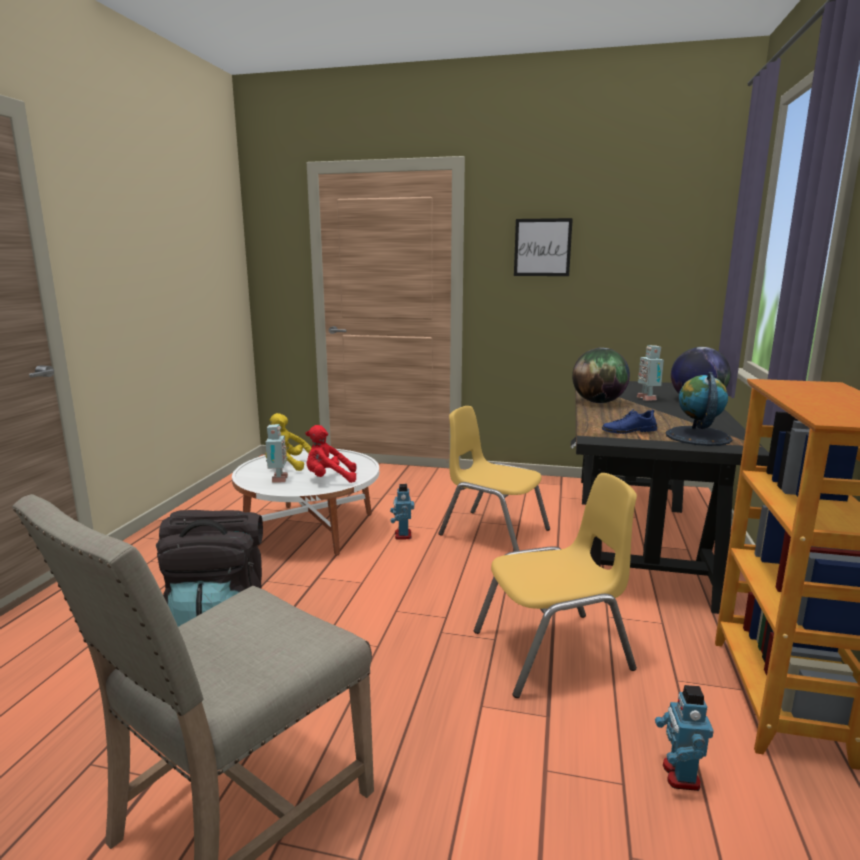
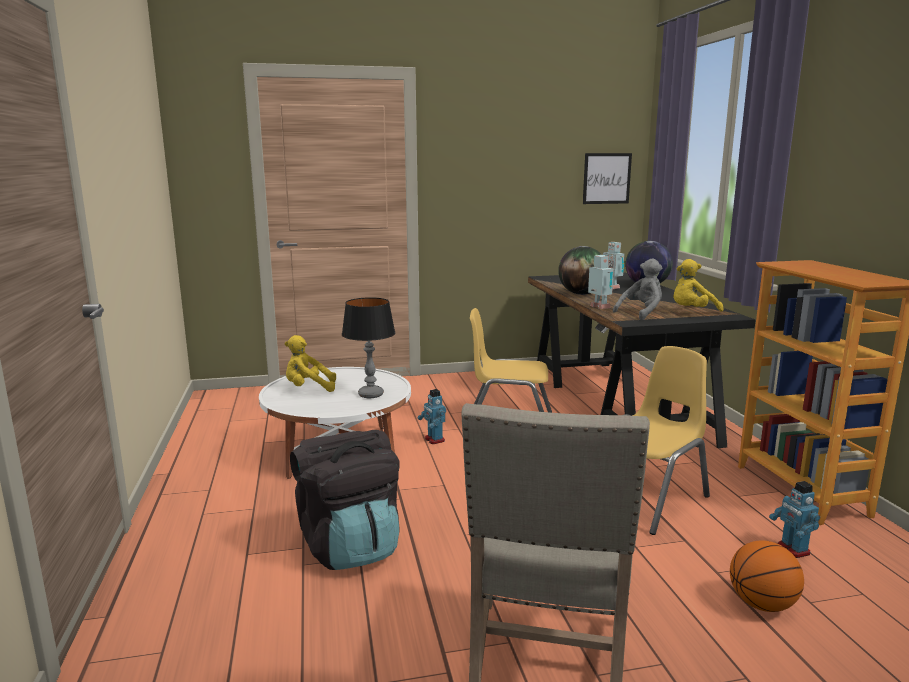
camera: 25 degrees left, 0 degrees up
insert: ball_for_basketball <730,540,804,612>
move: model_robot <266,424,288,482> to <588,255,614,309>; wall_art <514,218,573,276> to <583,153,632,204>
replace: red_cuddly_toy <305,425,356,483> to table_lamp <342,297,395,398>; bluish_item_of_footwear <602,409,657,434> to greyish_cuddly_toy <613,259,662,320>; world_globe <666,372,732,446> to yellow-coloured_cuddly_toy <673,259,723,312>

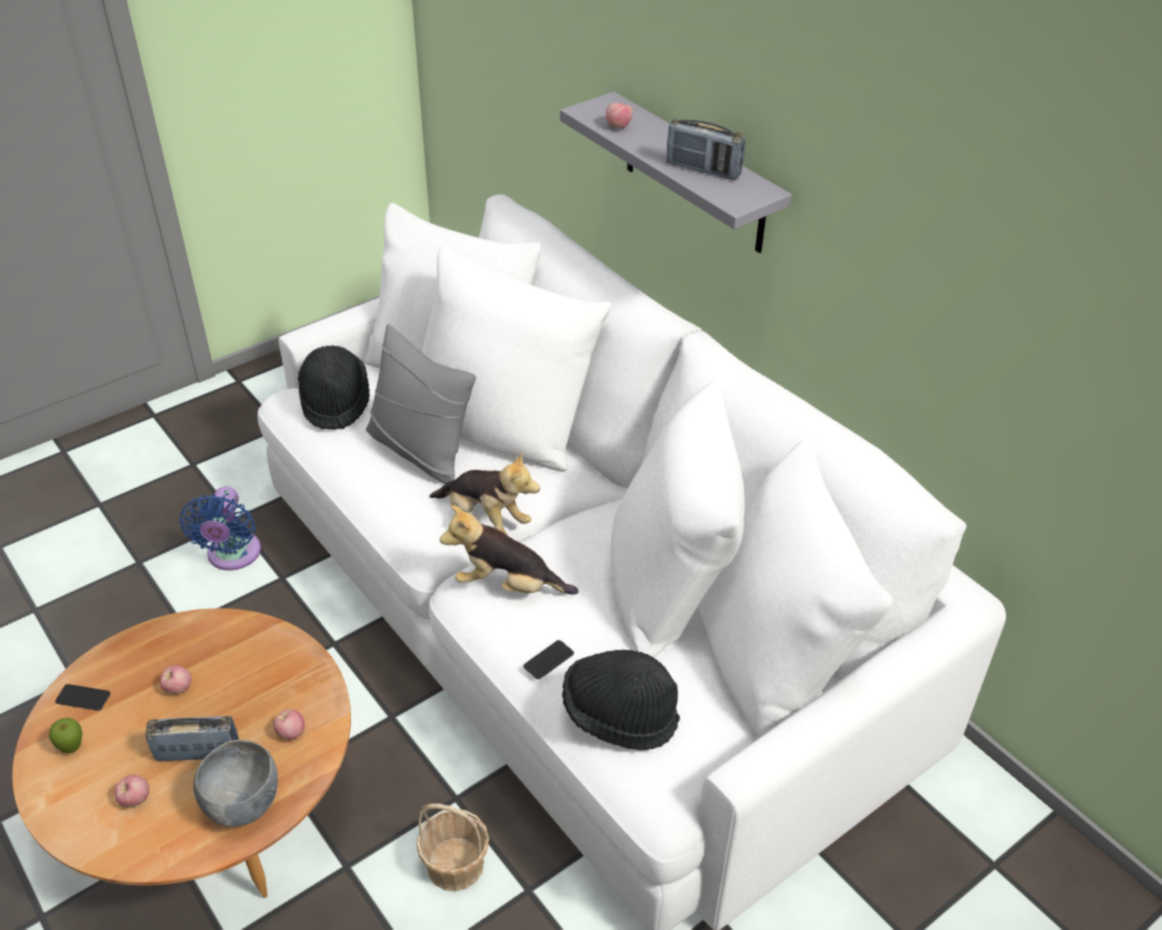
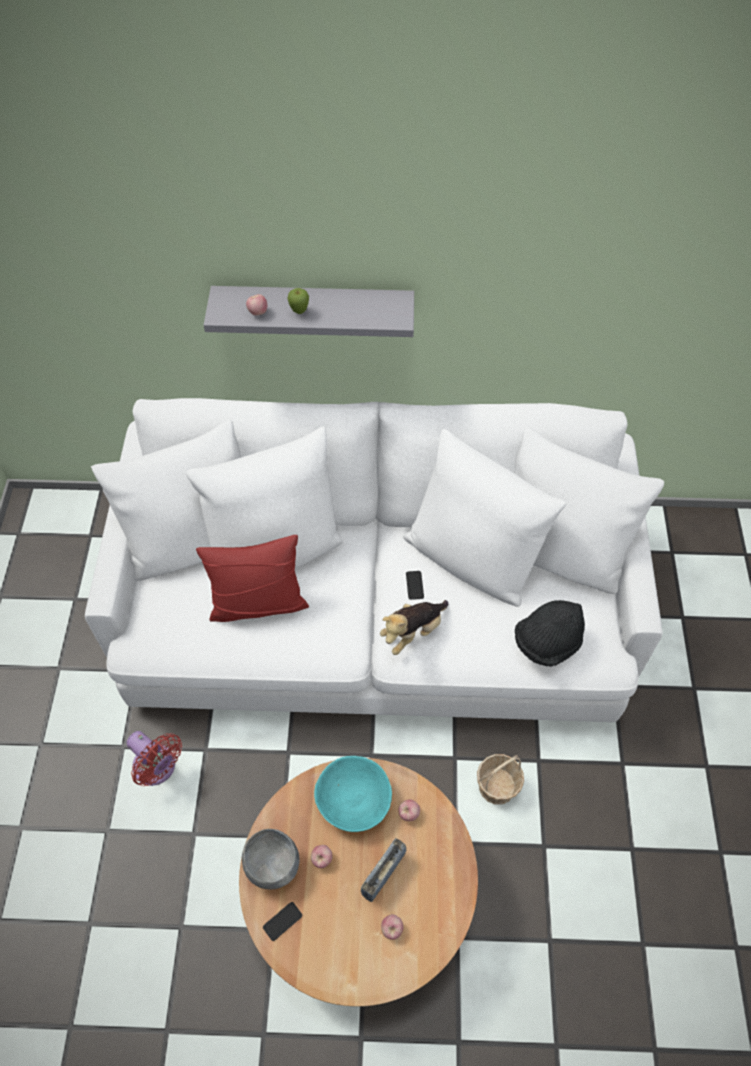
camera: 50 degrees left, 15 degrees up
delete: black_hat <298,346,370,430>; cuddly_toy <429,452,540,536>; radio <666,118,746,180>
insert: turquoise-coloured_serving_bowl <314,756,392,832>
move: apple_fruit <49,718,82,754> to <287,288,309,314>; greyish_serving_bowl <193,740,278,827> to <242,829,300,890>; handset <523,640,574,679> to <406,571,424,600>
recolor: bluish_cooling_fan <179,487,261,570> to red_cooling_fan <127,731,182,786>; greyish_pillow <366,324,476,484> to red_pillow <196,535,309,622>

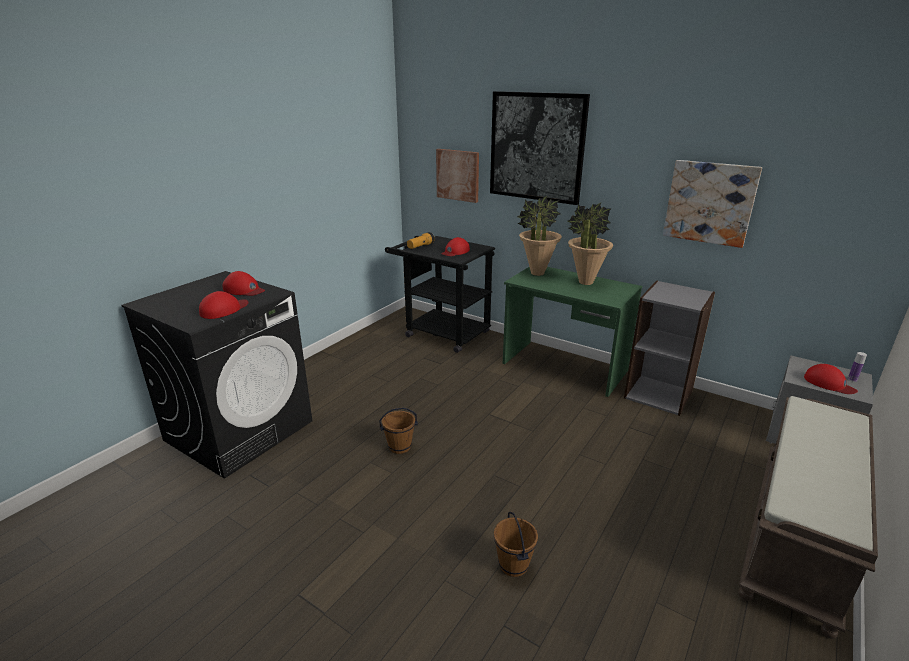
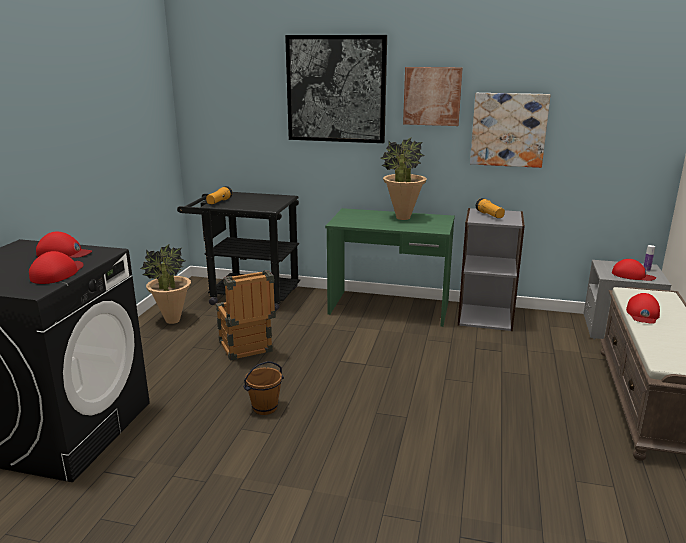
camera: 20 degrees left, 5 degrees down
delete: brownish_water_bucket <494,511,538,577>
insert: shipping_crate <216,270,276,361>; torch <476,198,505,218>
move: wall_art <436,149,479,203> to <403,67,463,126>; red_cap <442,237,470,256> to <626,293,660,324>; potted_plant <517,195,562,276> to <140,244,191,324>

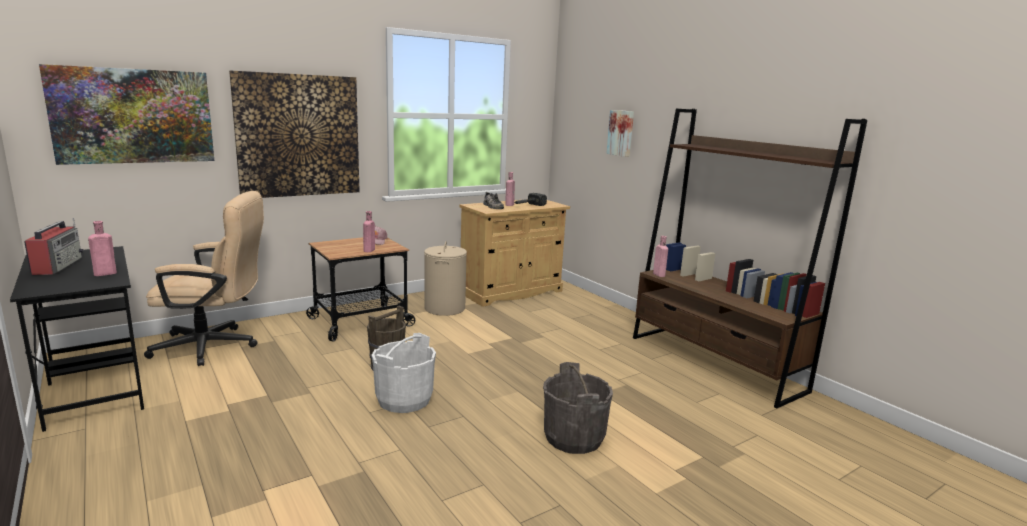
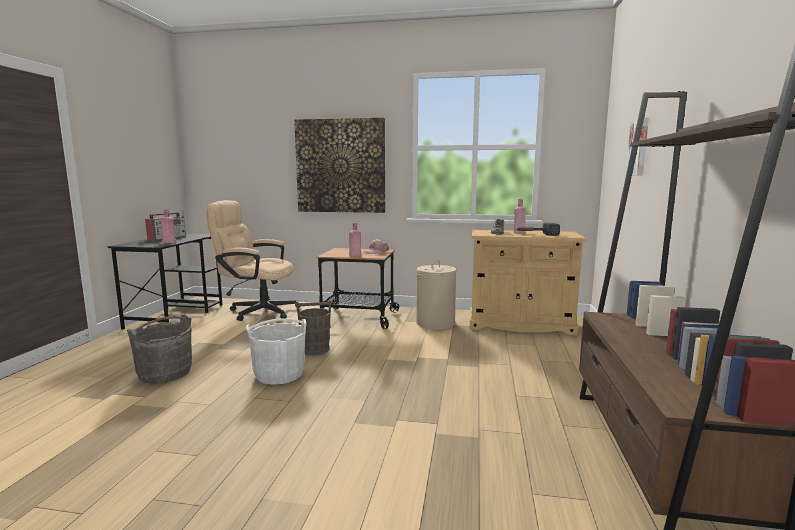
camera: 45 degrees right, 5 degrees down
delete: wall_art <39,64,214,165>; pinkish_beverage_bottle <653,236,668,277>
move: greyish_water_bucket <543,362,613,454> to <127,315,192,384>
rotate: beige-coloured_computer_chair <144,191,264,366> = <206,200,301,321> 150 degrees clockwise

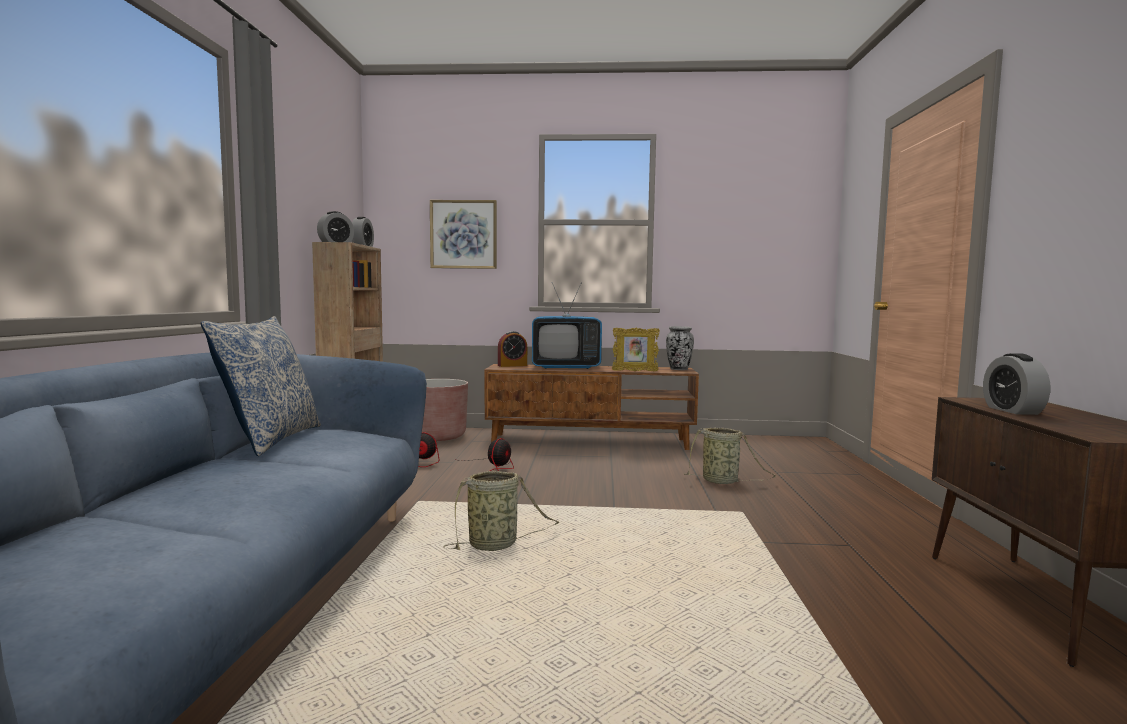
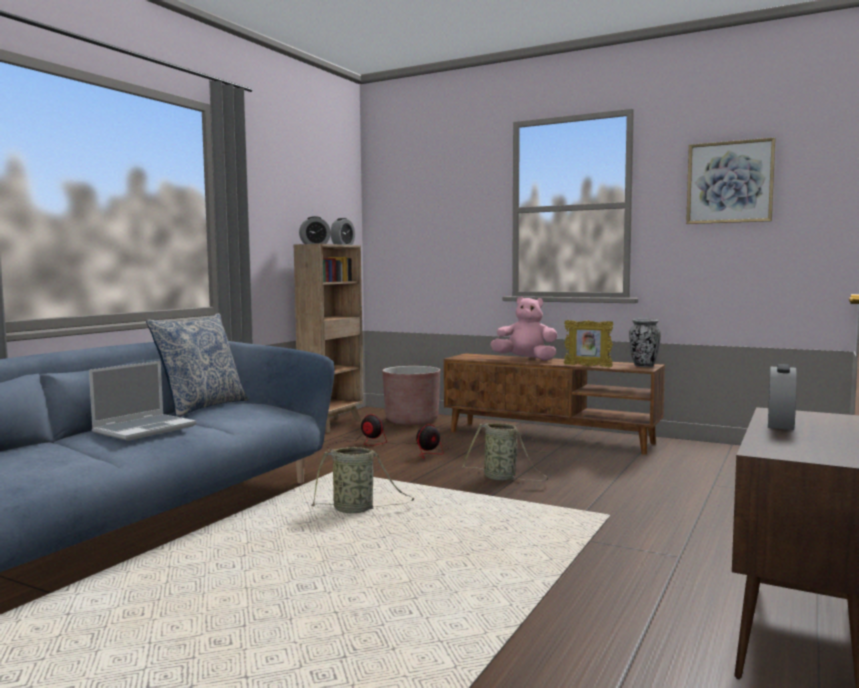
camera: 25 degrees right, 0 degrees up
delete: table_clock <498,331,527,367>
insert: laptop <89,361,196,441>
move: wall_art <430,200,497,269> to <686,137,776,224>; storage_basket <683,427,776,484> to <462,423,548,481>
replace: TV_set <532,282,602,369> to pinkish_cuddly_toy <490,296,558,361>

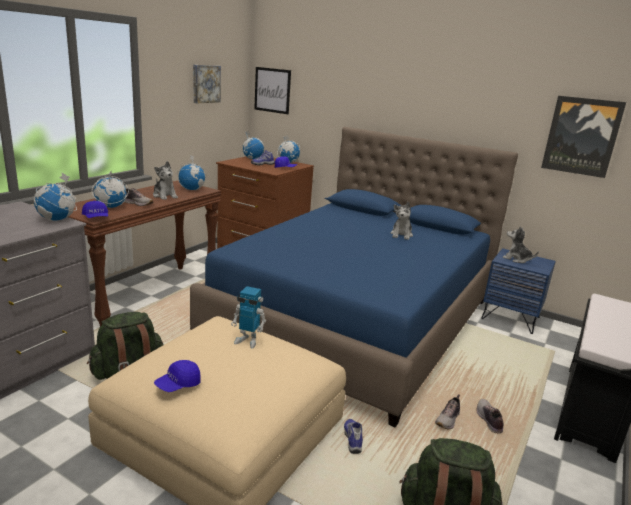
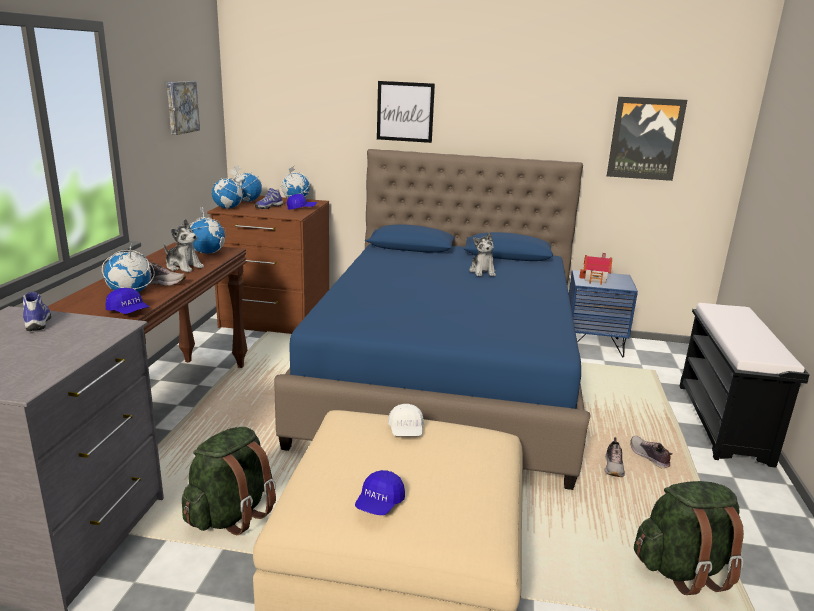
camera: 20 degrees left, 0 degrees up
move: world_globe <34,172,77,221> to <212,169,244,209>; wall_art <254,67,291,114> to <377,81,435,143>; item_of_footwear <344,419,363,454> to <23,292,51,331>
replace: model_robot <231,286,266,348> to white-coloured_cap <388,404,424,436>; cuddly_toy <503,226,539,263> to toy_house <579,253,612,285>

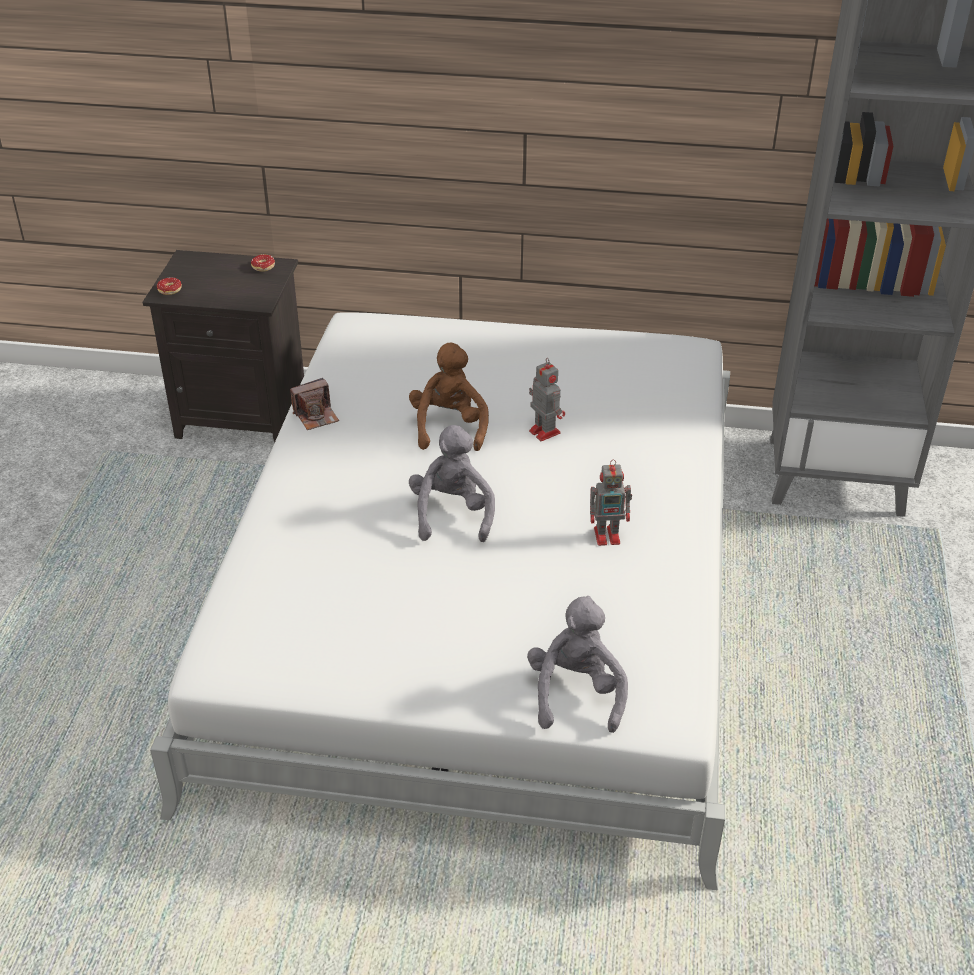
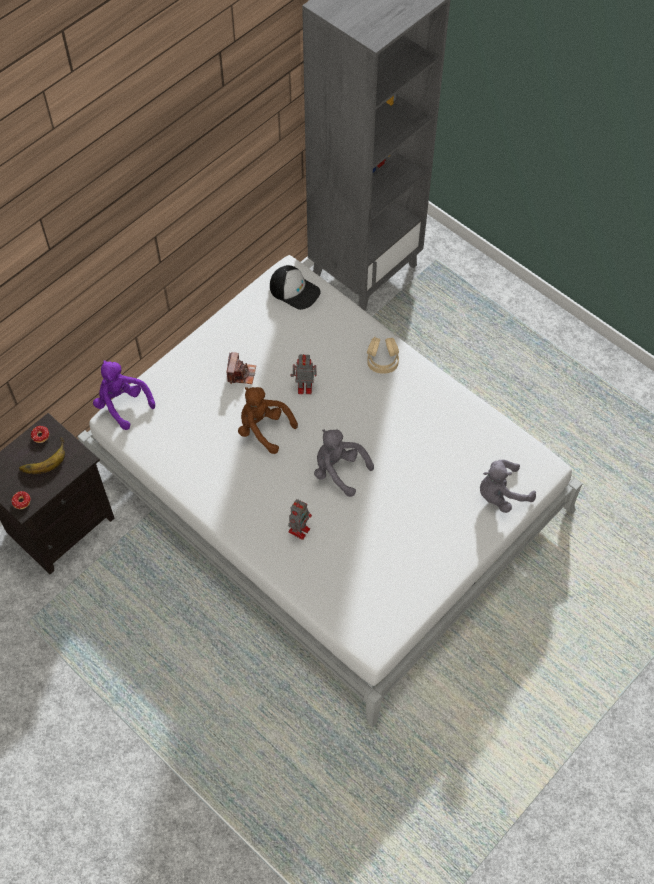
camera: 55 degrees left, 20 degrees up
insert: banana <19,438,65,474>; purple_cuddly_toy <93,360,155,430>; cap <270,265,321,310>; beige-coloured_pair_of_headphones <367,337,399,374>
move: still_camera <290,378,339,430> to <227,352,256,384>; model_robot <590,459,632,546> to <288,499,312,540>
rotate: greyish_cuddly_toy <527,596,628,733> = <480,460,536,513> 60 degrees counterclockwise

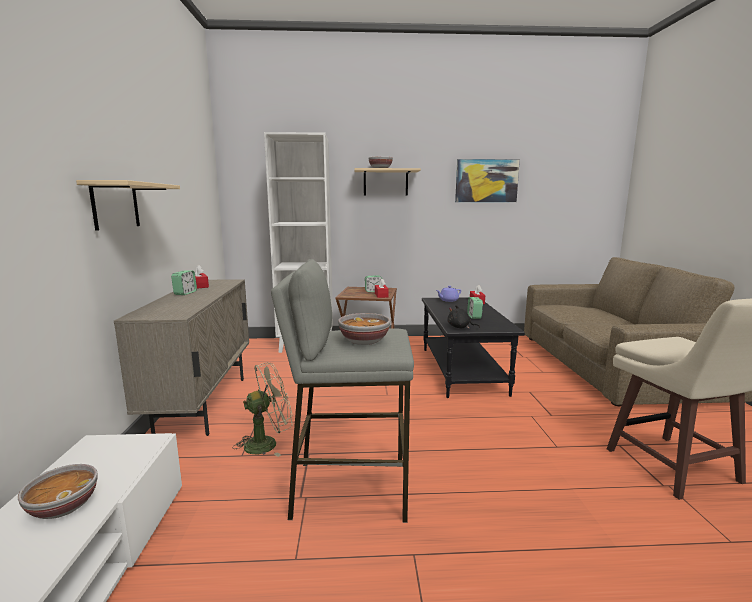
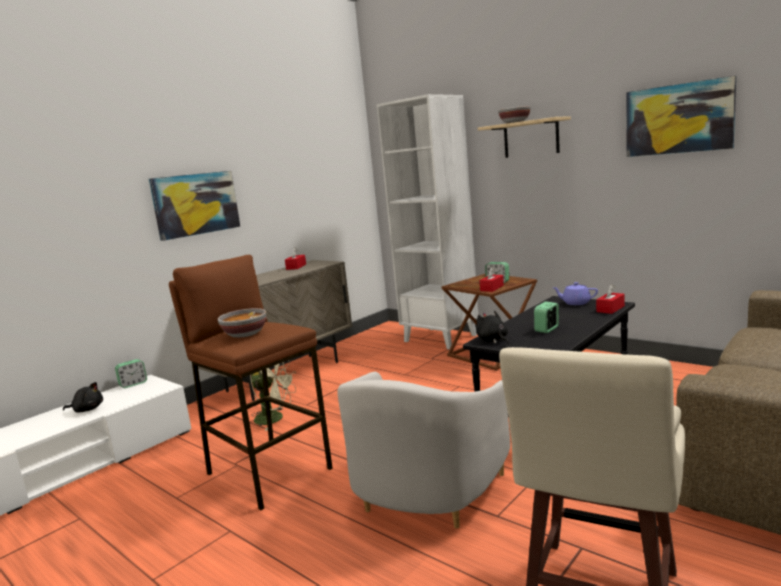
camera: 45 degrees right, 0 degrees up
insert: white-coloured_armchair <337,372,510,528>
move: table_clock <171,270,197,295> to <115,359,147,388>
replace: serving_bowl <18,464,98,519> to black_cuddly_toy <63,382,103,413>; beige-coloured_wall_shelf <76,180,180,231> to wall_art <149,171,240,241>
recolor: greyish_stool <271,259,414,523> to brownish_stool <169,255,333,510>

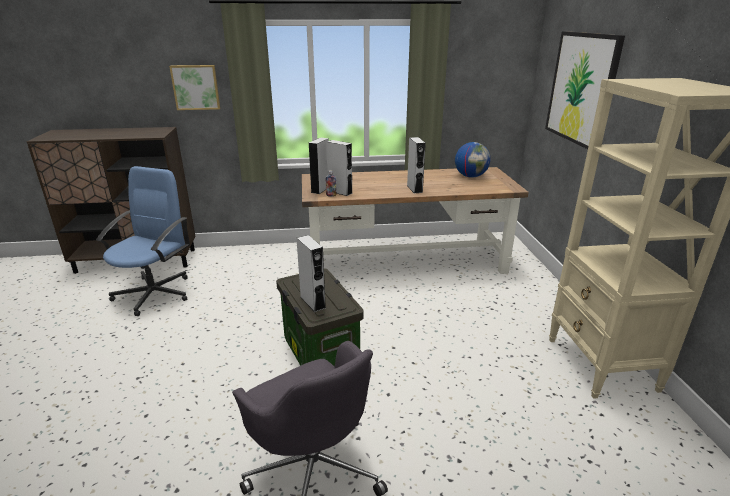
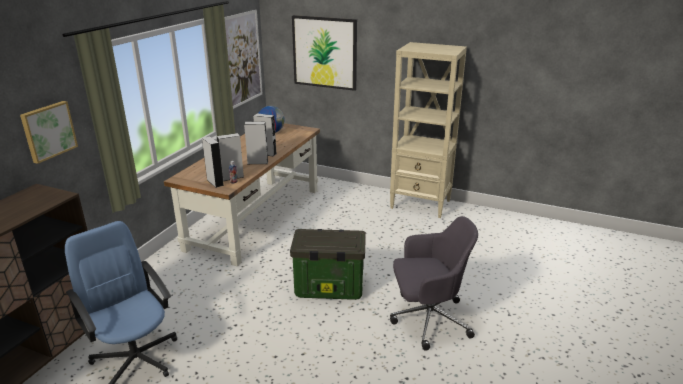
camera: 60 degrees left, 0 degrees up
insert: wall_art <224,10,263,109>
move: greyish_speaker <296,235,326,312> to <244,122,268,164>

